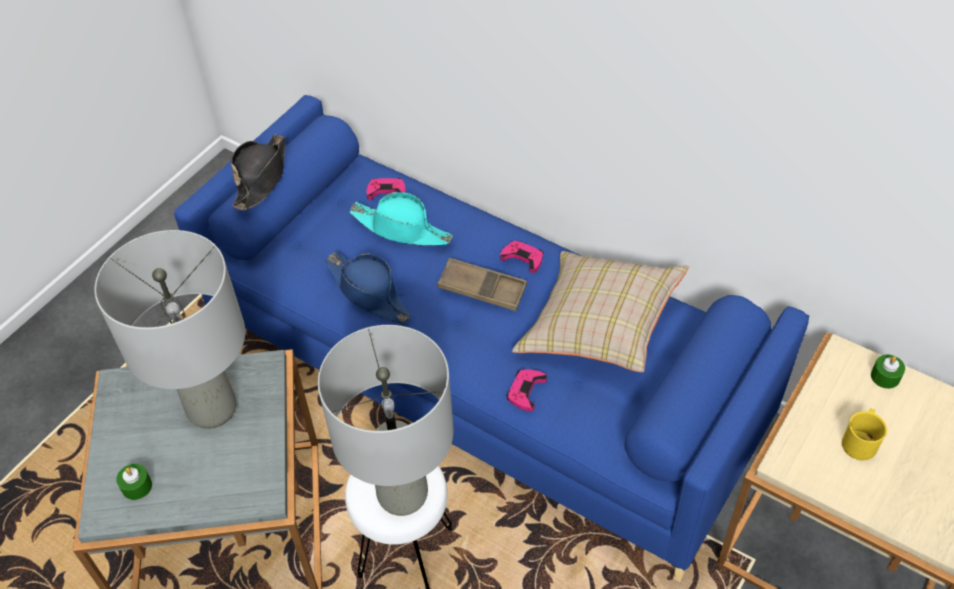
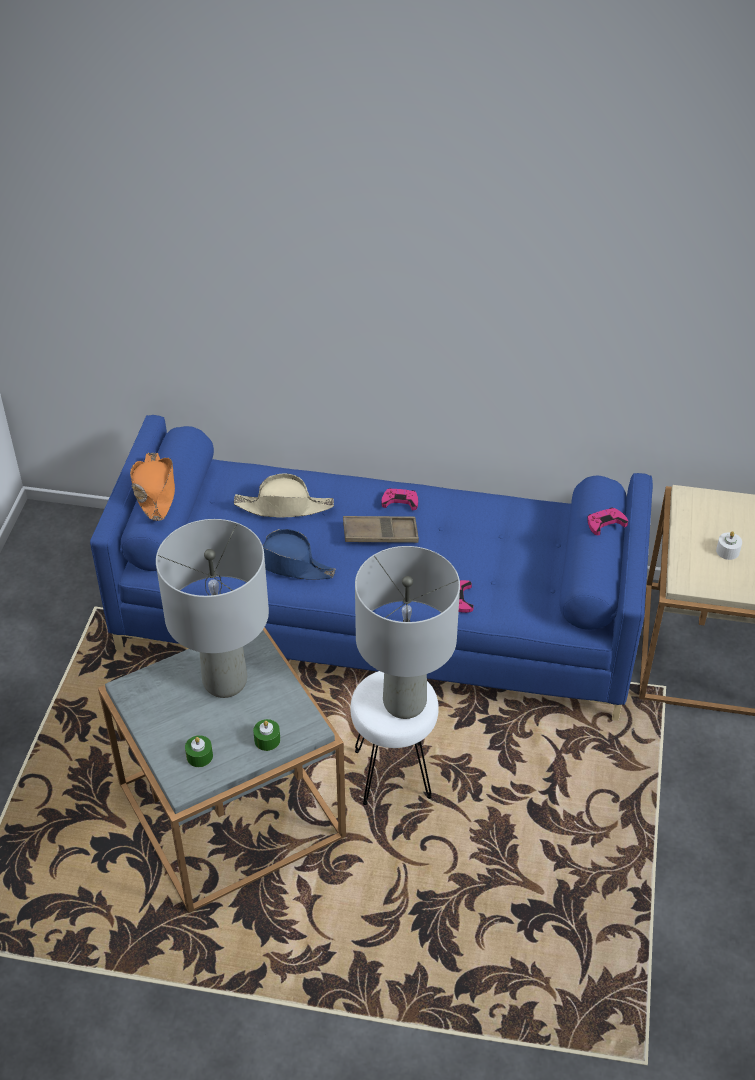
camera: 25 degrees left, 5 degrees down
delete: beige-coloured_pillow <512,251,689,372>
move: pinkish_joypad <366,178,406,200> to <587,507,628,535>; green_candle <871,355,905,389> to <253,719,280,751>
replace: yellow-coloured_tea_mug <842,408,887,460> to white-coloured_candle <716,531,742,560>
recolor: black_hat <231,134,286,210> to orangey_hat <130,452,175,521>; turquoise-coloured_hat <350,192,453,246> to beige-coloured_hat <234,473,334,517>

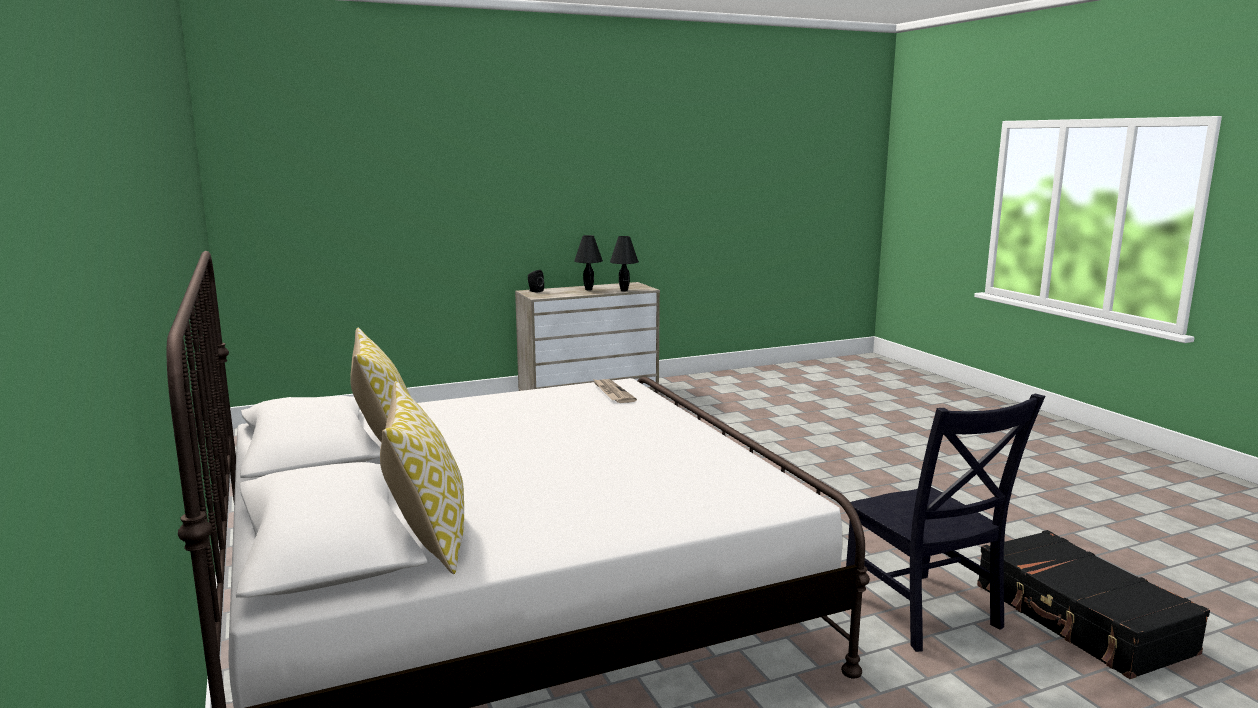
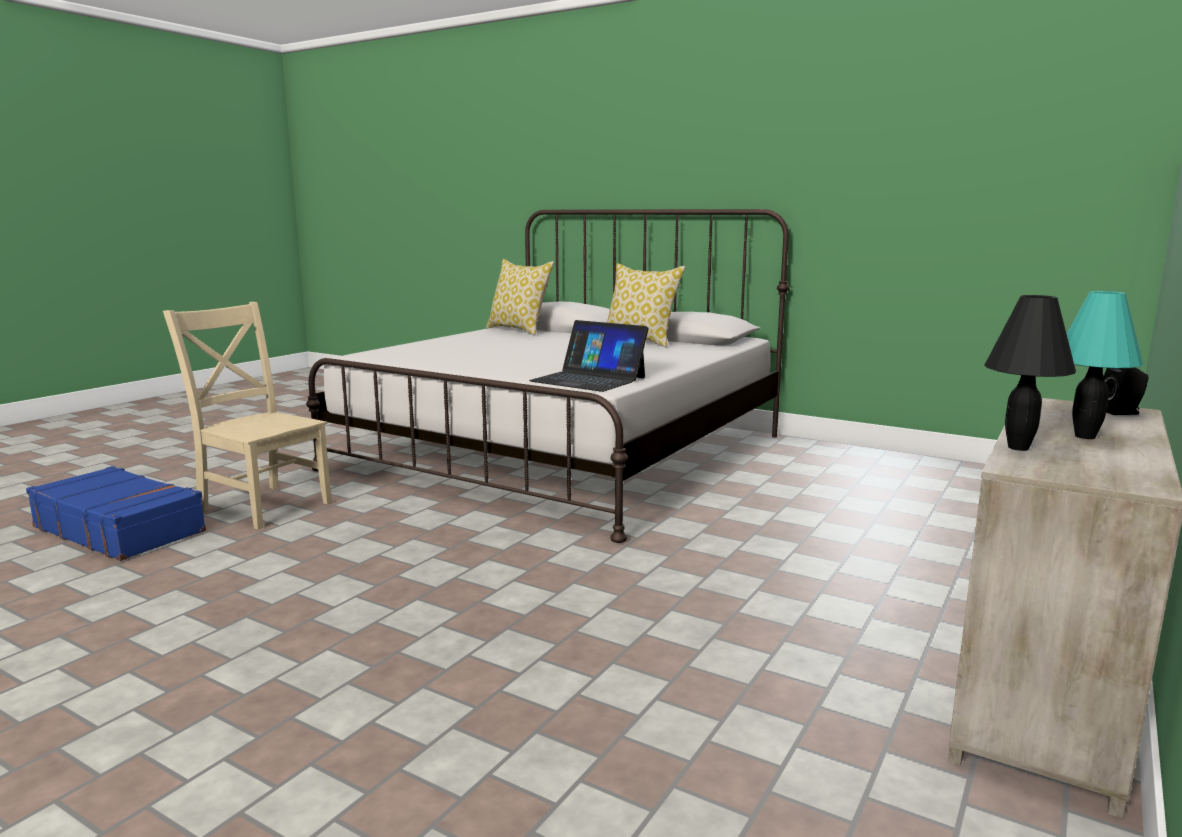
camera: 145 degrees right, 0 degrees up
replace: daily_paper <593,379,637,403> to laptop <529,320,648,392>
recolor: black_table_lamp <574,235,603,290> to turquoise-coloured_table_lamp <1066,291,1143,439>; black_plain_chair <846,394,1045,652> to beige-coloured_plain_chair <163,302,332,530>; black_travel_case <977,530,1210,679> to bluish_travel_case <26,466,206,561>

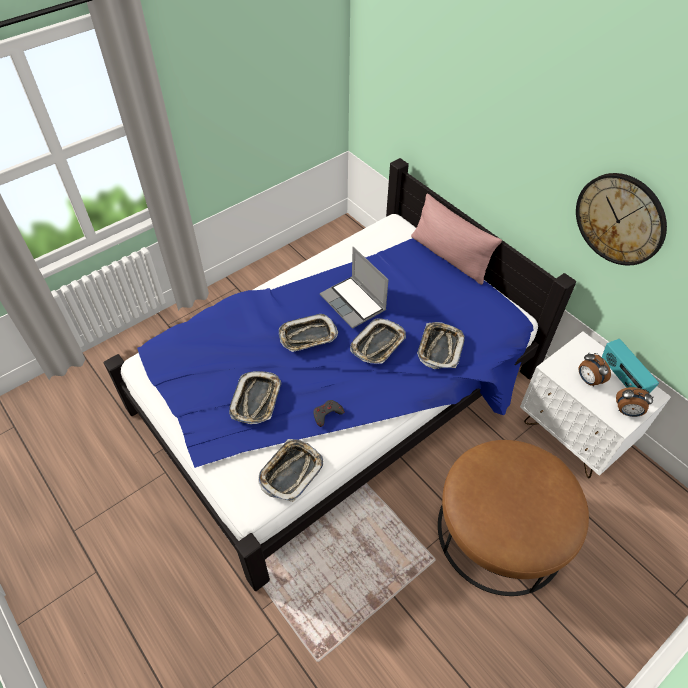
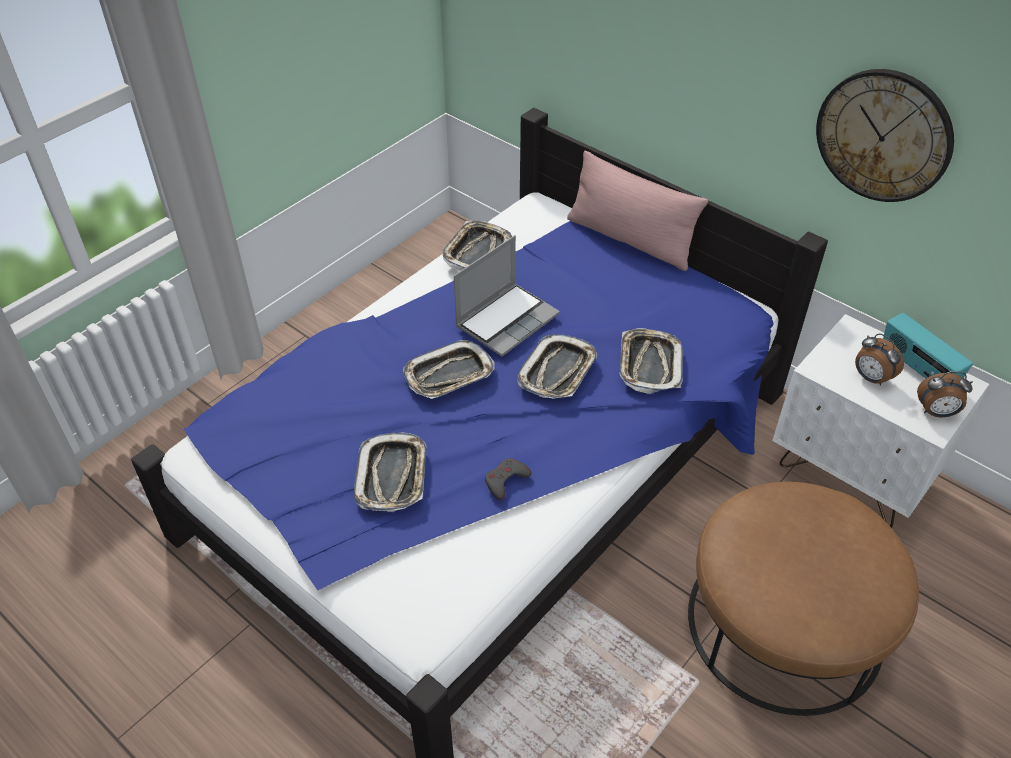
camera: 10 degrees left, 5 degrees down
move: tray <258,439,323,502> to <442,221,512,271>
rotate: laptop <320,247,389,329> = <454,235,560,357> 90 degrees counterclockwise

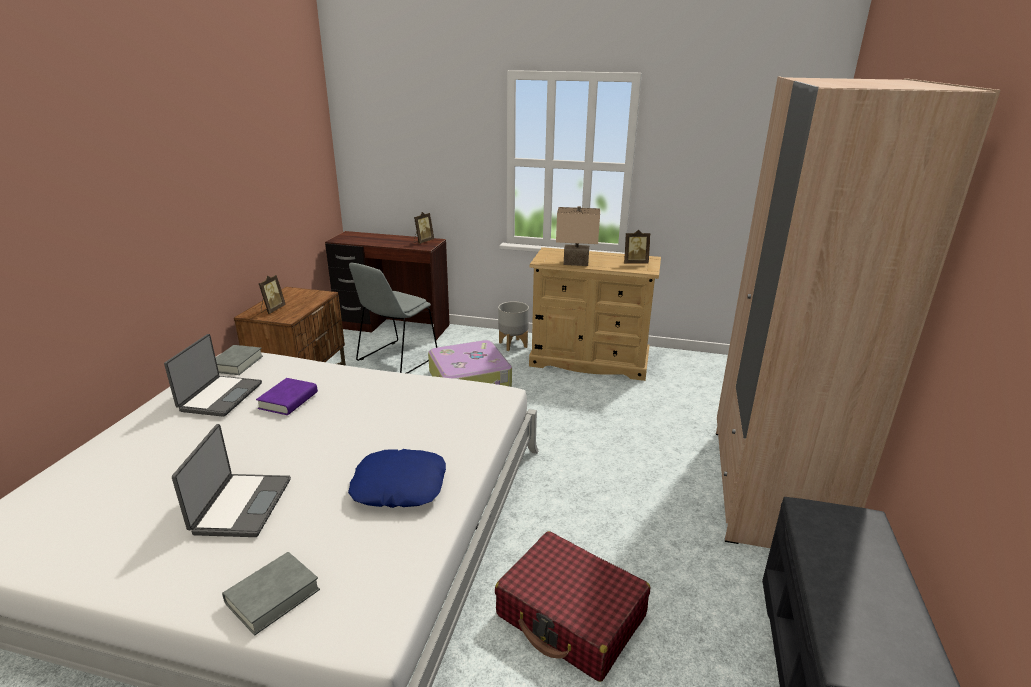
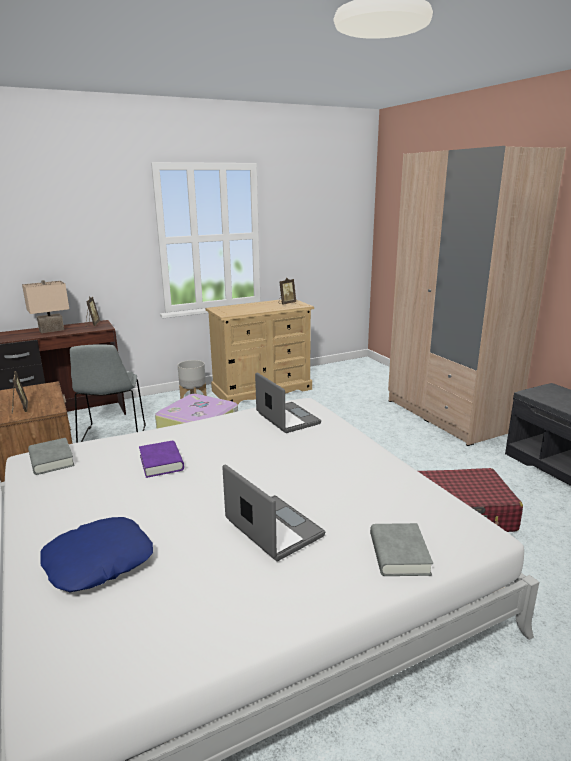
camera: 40 degrees left, 5 degrees down
move: laptop <164,334,262,417> to <255,373,321,433>; bluish_pillow <348,449,446,508> to <40,517,153,592>; beige-coloured_table_lamp <556,206,600,266> to <22,280,69,333>

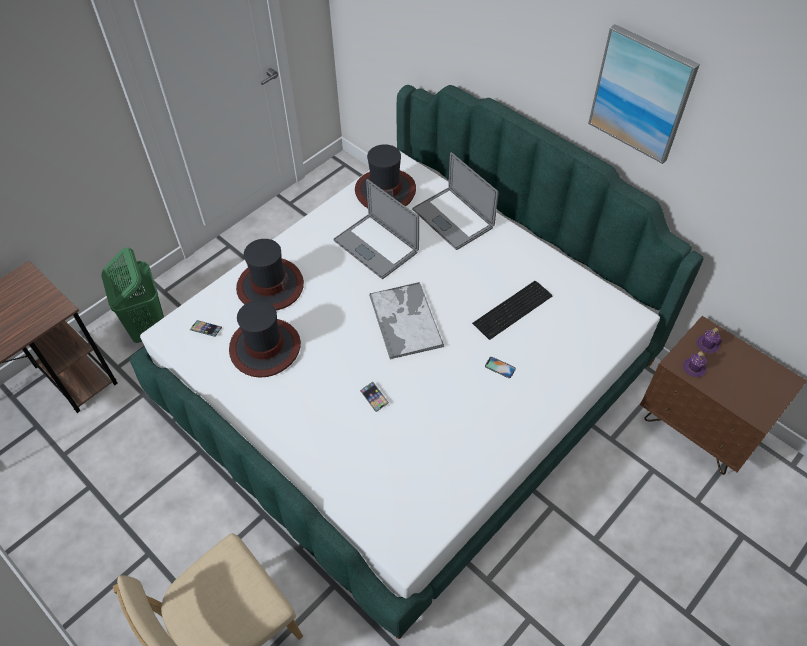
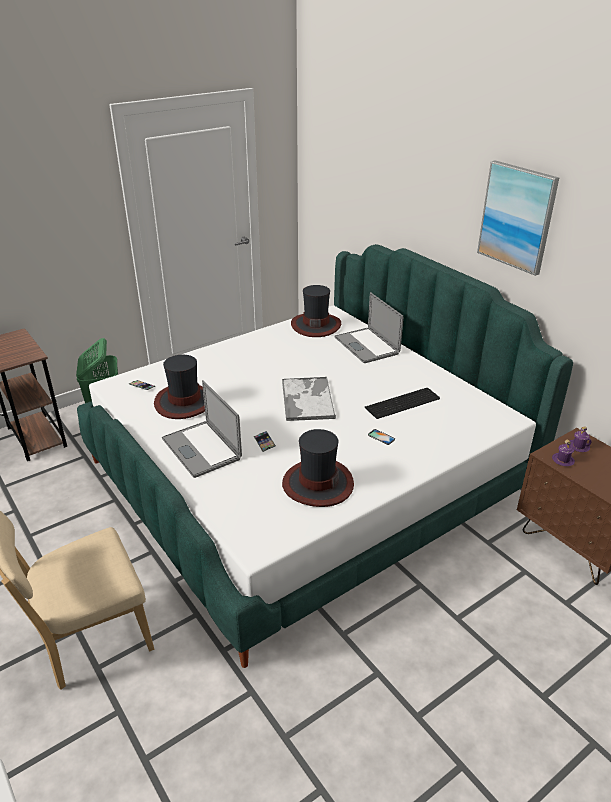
camera: 10 degrees right, 20 degrees down
move: hat <236,239,304,310> to <282,429,354,507>; laptop <333,179,419,279> to <162,380,242,478>

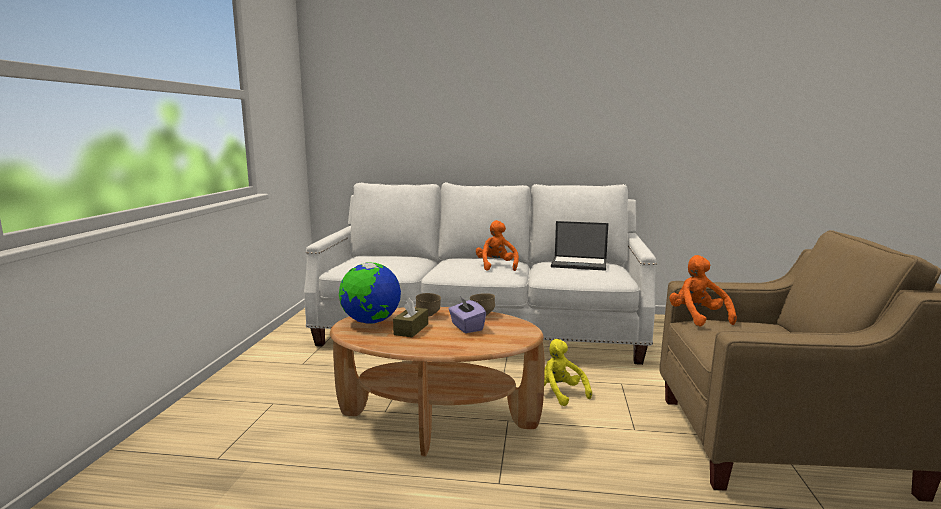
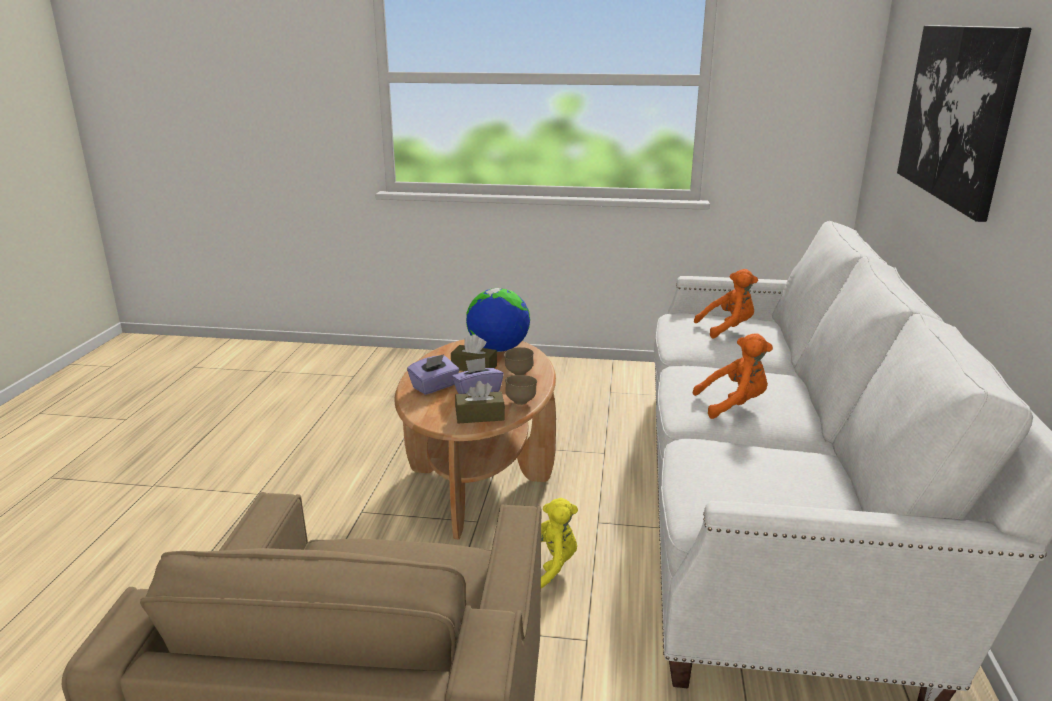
camera: 90 degrees right, 10 degrees up
delete: laptop <551,221,608,271>
insert: purple_tissue_holder <407,354,459,395>; brownish_tissue_holder <455,381,505,424>; wall_art <897,25,1031,222>
move: orangey_cuddly_toy <669,255,737,327> to <694,269,758,339>

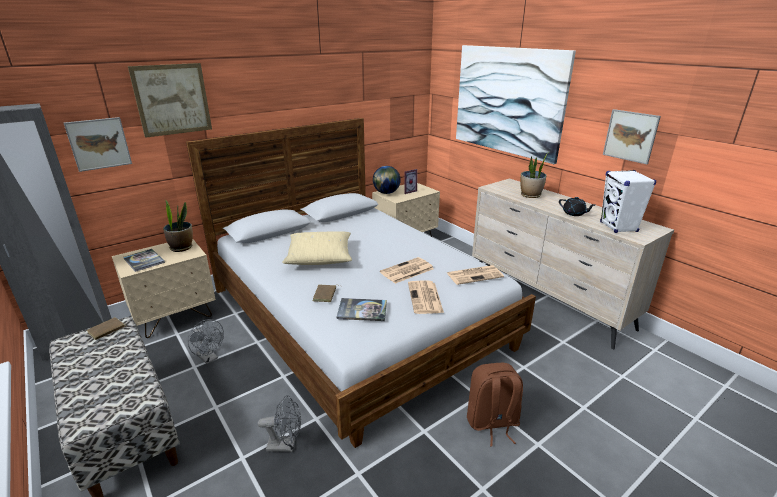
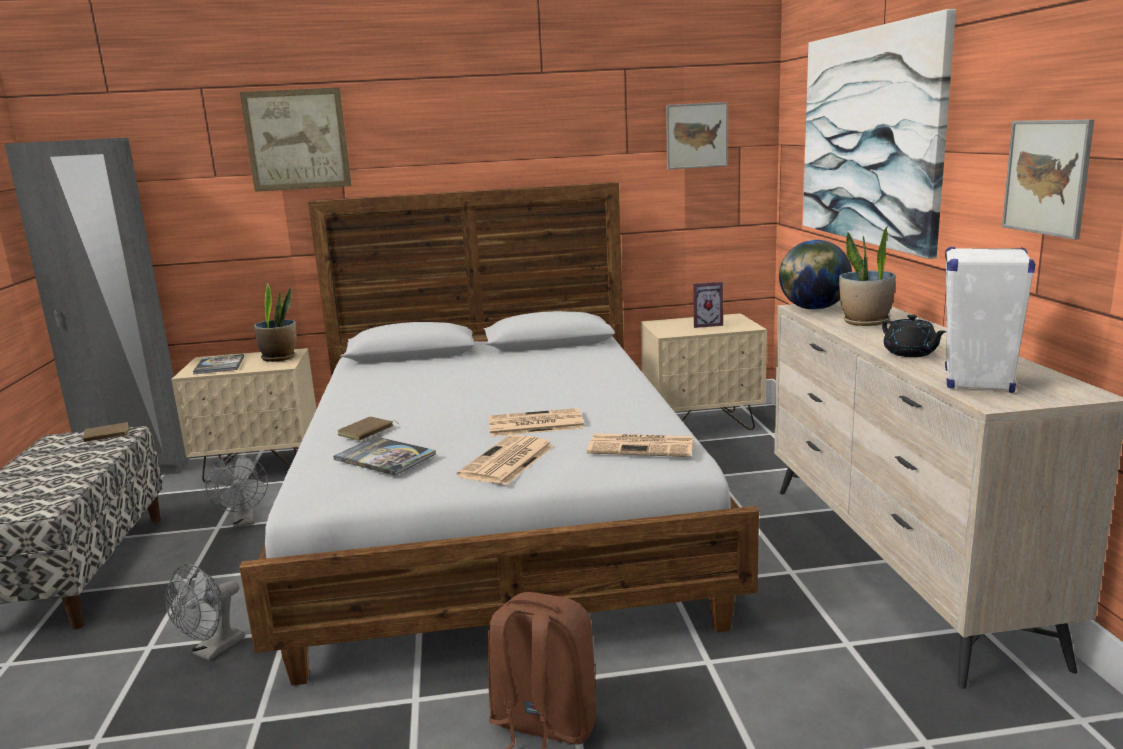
camera: 30 degrees right, 10 degrees down
delete: beige-coloured_pillow <282,231,352,265>
move: wall_art <64,117,132,172> to <666,102,728,169>; world_globe <373,166,401,194> to <779,240,852,310>
rotate: greyish_cooling_fan <258,395,301,452> = <165,564,245,660> 90 degrees clockwise

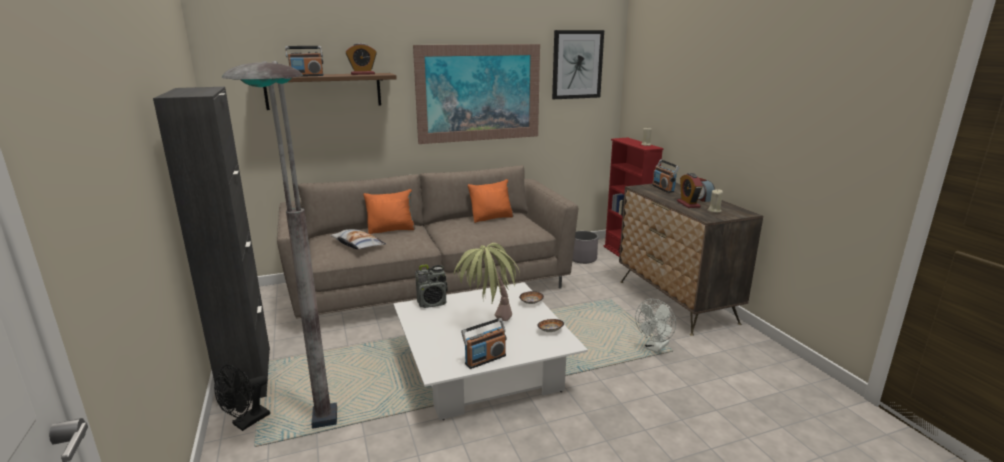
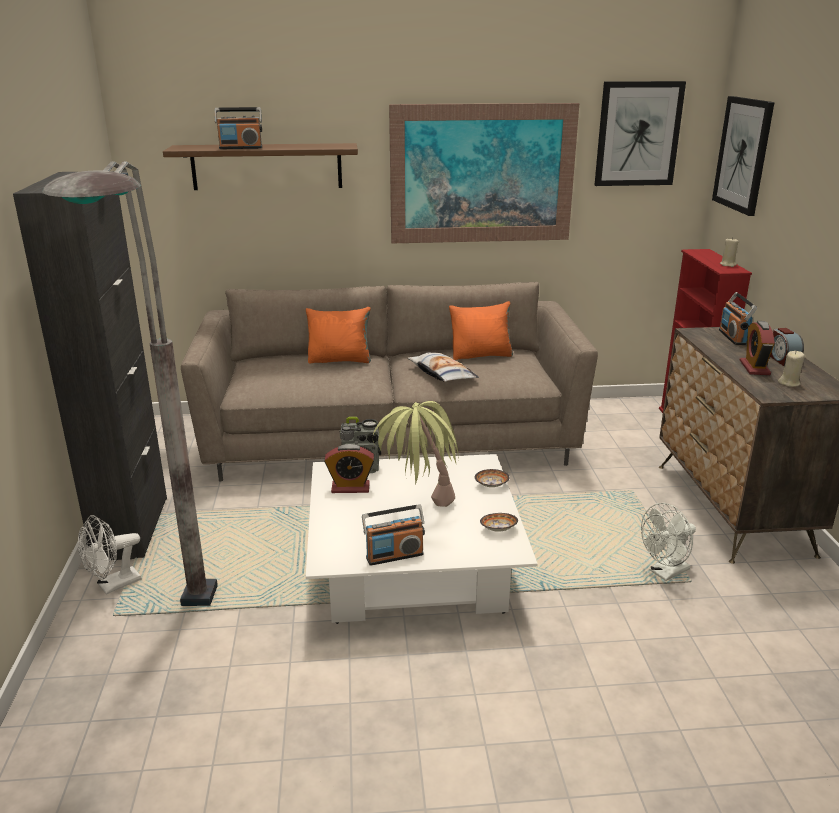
camera: 15 degrees right, 5 degrees up
delete: greyish_planter <572,231,598,264>
insert: wall_art <712,96,775,216>
move: pillow <330,229,386,249> to <408,352,479,382>; table_clock <346,43,377,75> to <324,444,374,493>
recolor: black_cooling_fan <214,365,270,431> to white-coloured_cooling_fan <78,515,141,594>

